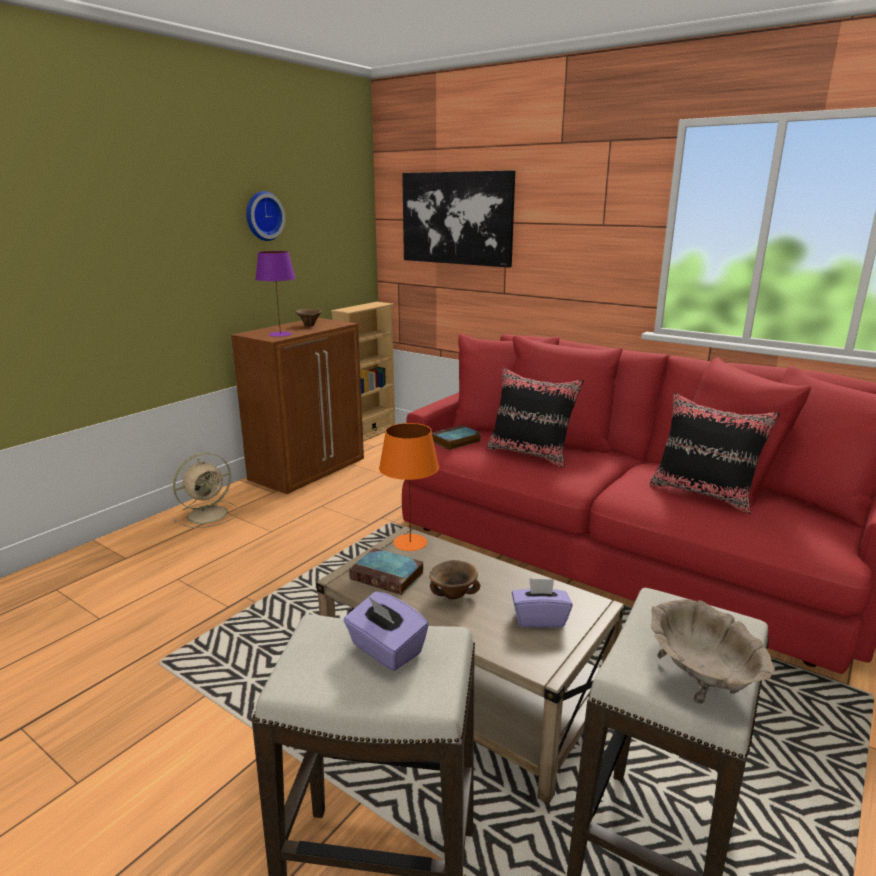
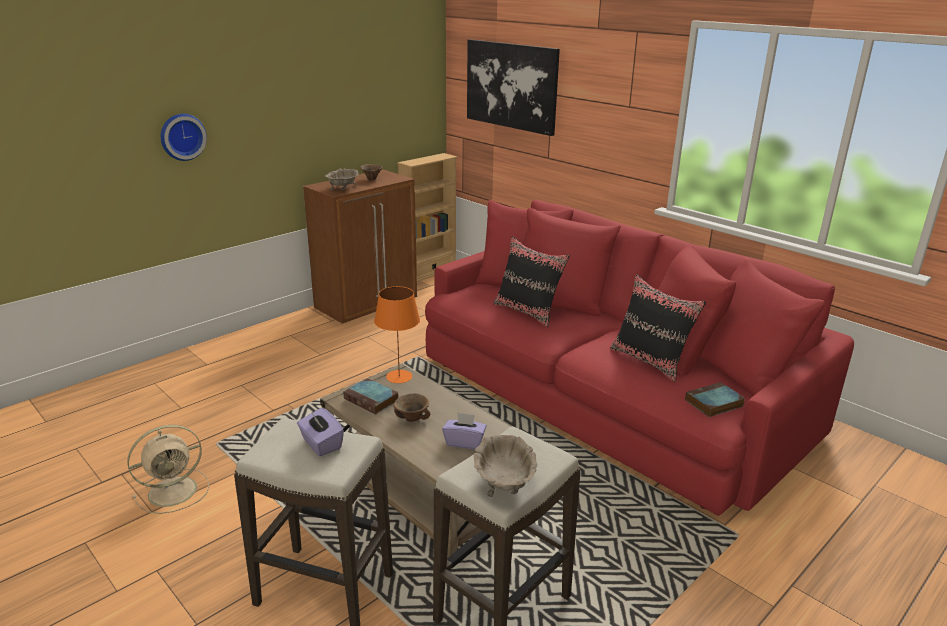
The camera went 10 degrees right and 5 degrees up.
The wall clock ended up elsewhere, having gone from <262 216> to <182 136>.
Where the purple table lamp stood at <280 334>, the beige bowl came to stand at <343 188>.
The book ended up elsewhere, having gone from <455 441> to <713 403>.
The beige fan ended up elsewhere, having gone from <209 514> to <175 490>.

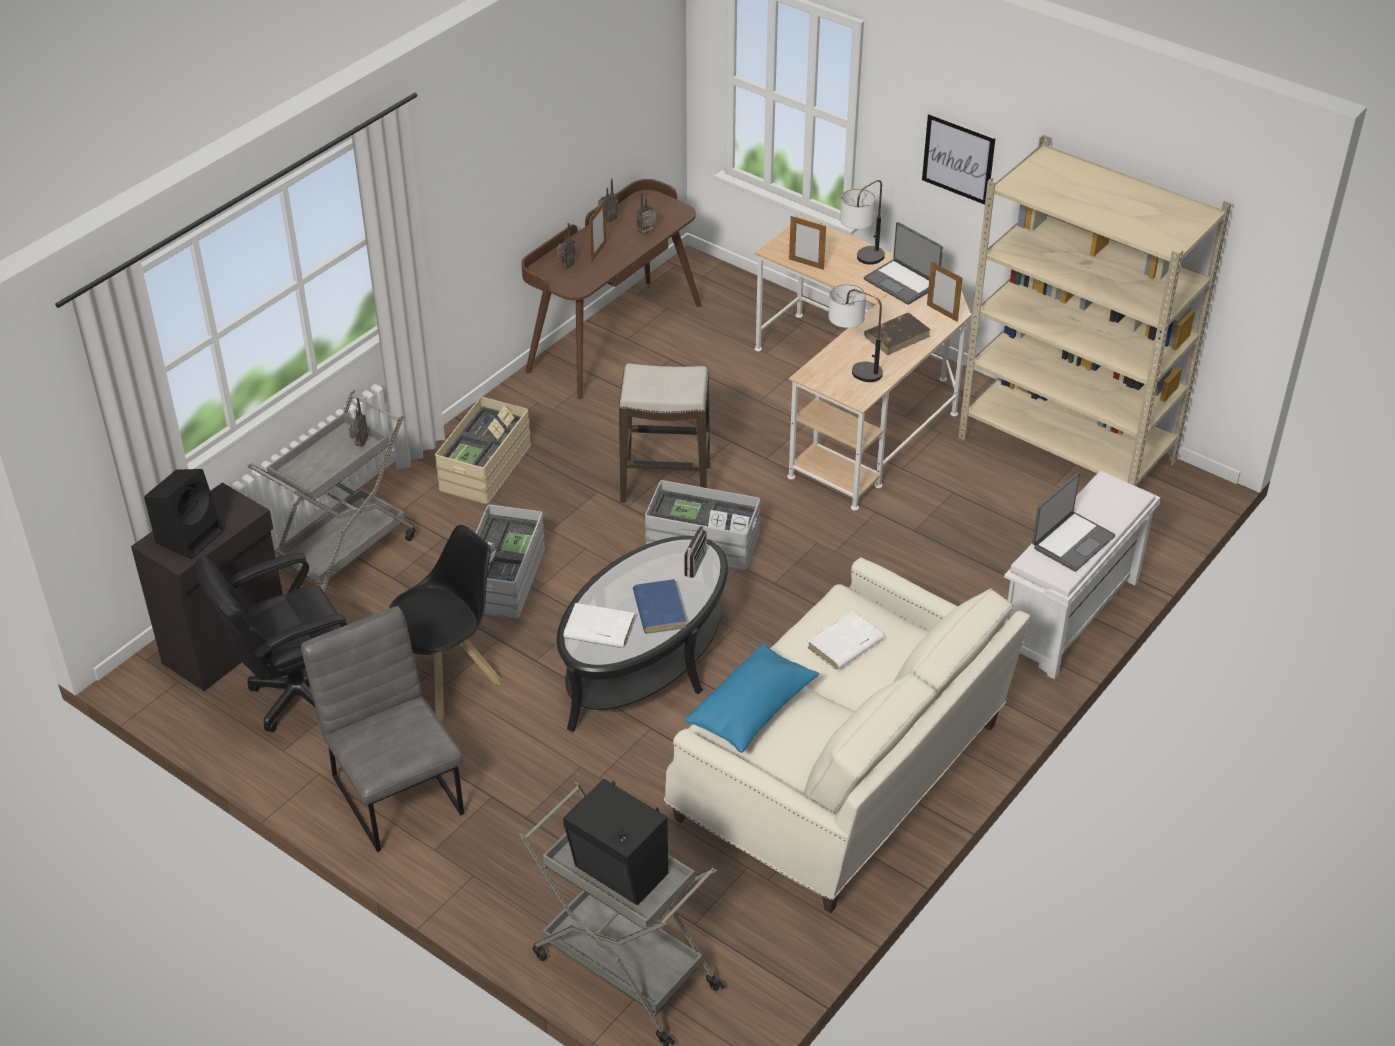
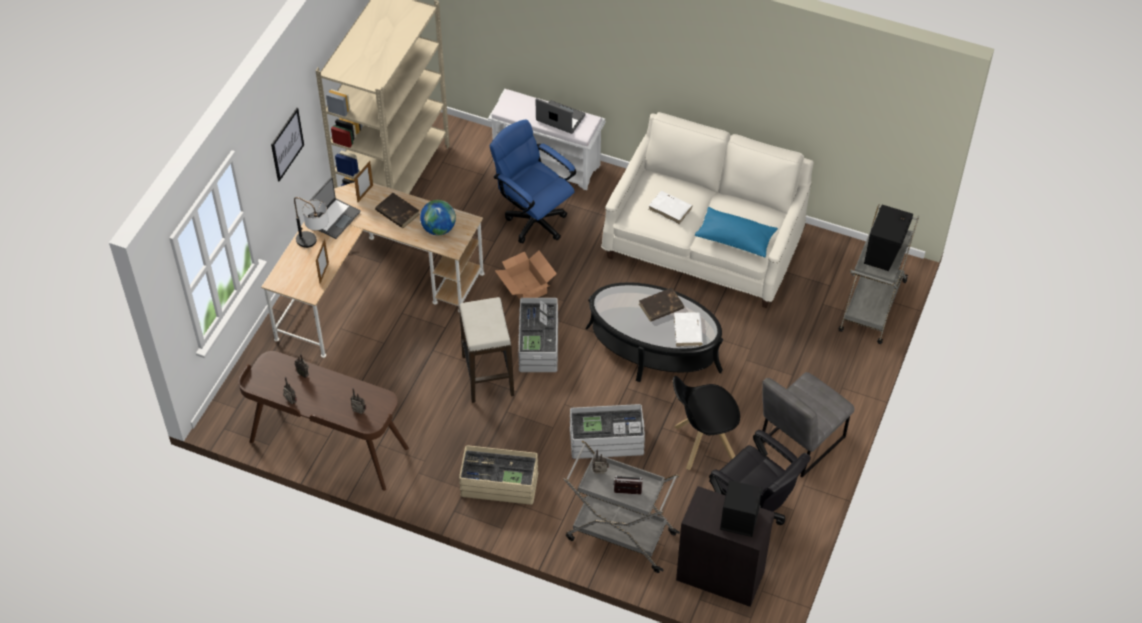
The camera went 105 degrees left and 10 degrees up.
The second view lost the picture frame at <598 252>.
Where the table lamp stood at <853 368>, the globe came to stand at <438 229>.
The black chair at <449 677> ended up facing another way, 45 degrees counterclockwise from before.
The radio ended up elsewhere, having gone from <690 563> to <627 494>.
What was the blue book at <659 609> turned into the brown book at <660 307>.
The second view gained the blue office chair at <533 222>.
The second view gained the cardboard box at <526 286>.

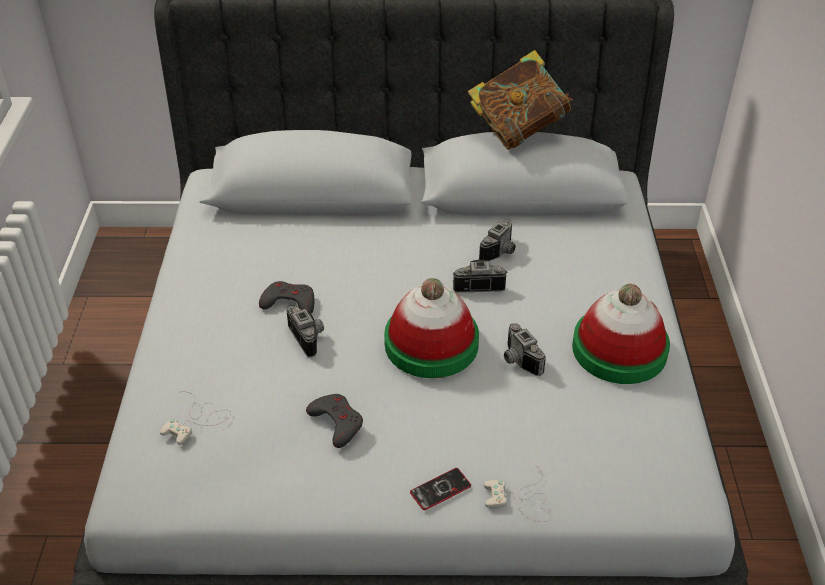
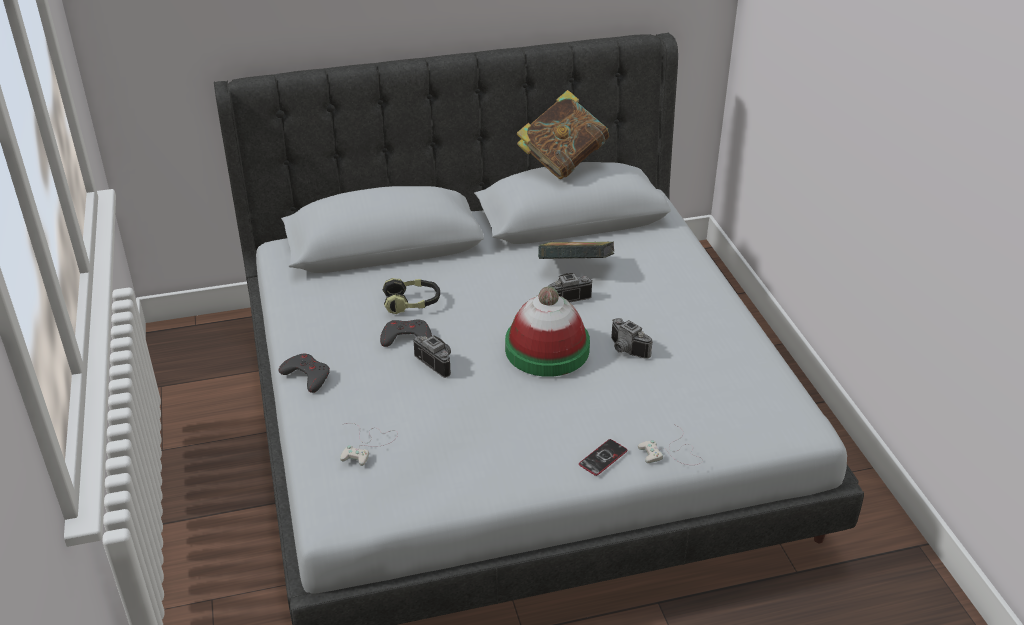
The camera went 15 degrees left and 5 degrees down.
Where the photo camera stood at <501 252>, the book came to stand at <575 268>.
The second view lost the hat at <619 349>.
The grey game controller ended up elsewhere, having gone from <337 422> to <307 376>.
The second view gained the headphones at <412 303>.

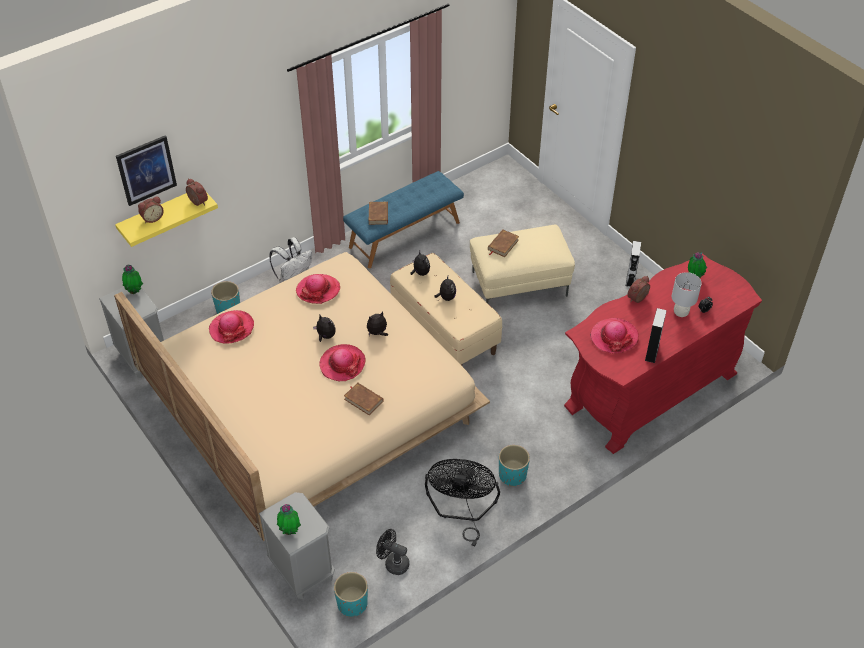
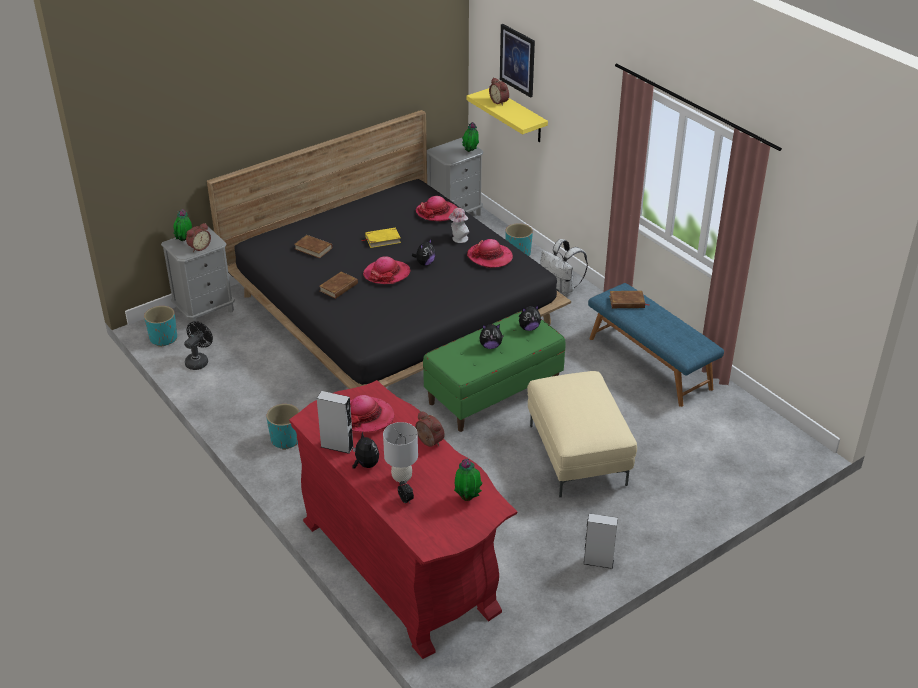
The camera went 90 degrees right and 10 degrees down.
The alarm clock ended up elsewhere, having gone from <197 202> to <199 247>.
The brown book ended up elsewhere, having gone from <502 245> to <313 248>.
What was the beige bed at <312 403> turned into the black bed at <394 308>.
What was the beige bench at <444 331> turned into the green bench at <493 393>.
The plush toy ended up elsewhere, having gone from <377 333> to <365 465>.
The second view lost the black fan at <462 510>.
The second view gained the hat at <458 239>.
The second view gained the yellow book at <382 239>.

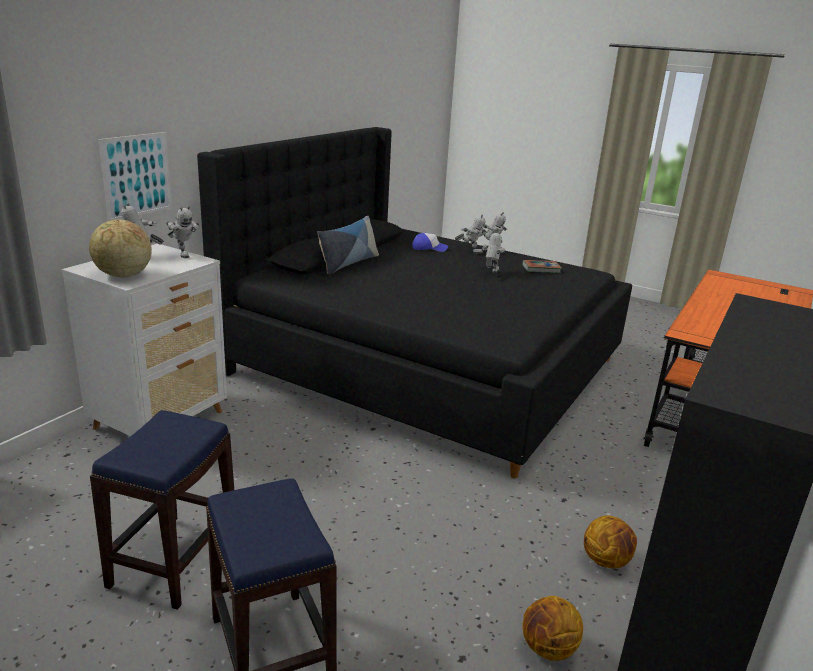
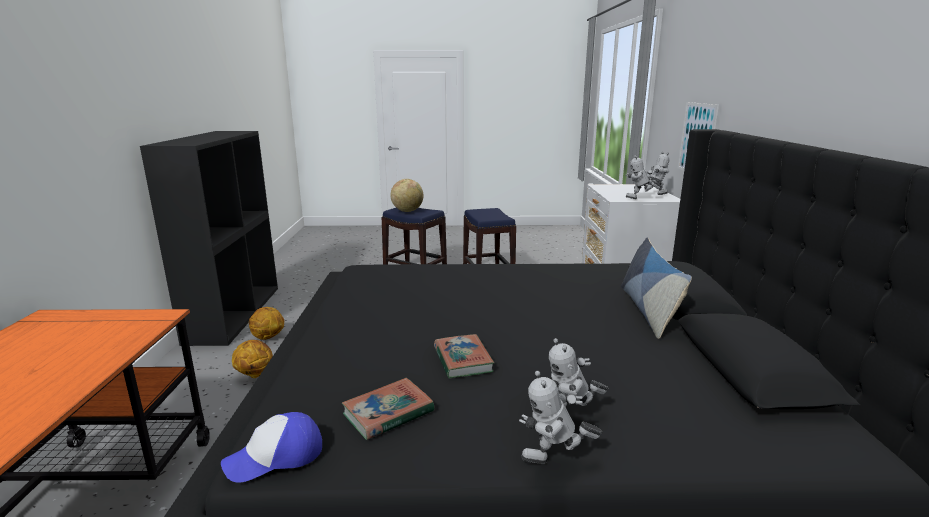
The camera went 150 degrees right and 5 degrees down.
The globe ended up elsewhere, having gone from <123 276> to <407 211>.
Where the toy robot stood at <490 273>, the book came to stand at <462 360>.
The cap ended up elsewhere, having gone from <429 248> to <276 457>.
The basketball ended up elsewhere, having gone from <548 649> to <255 374>.

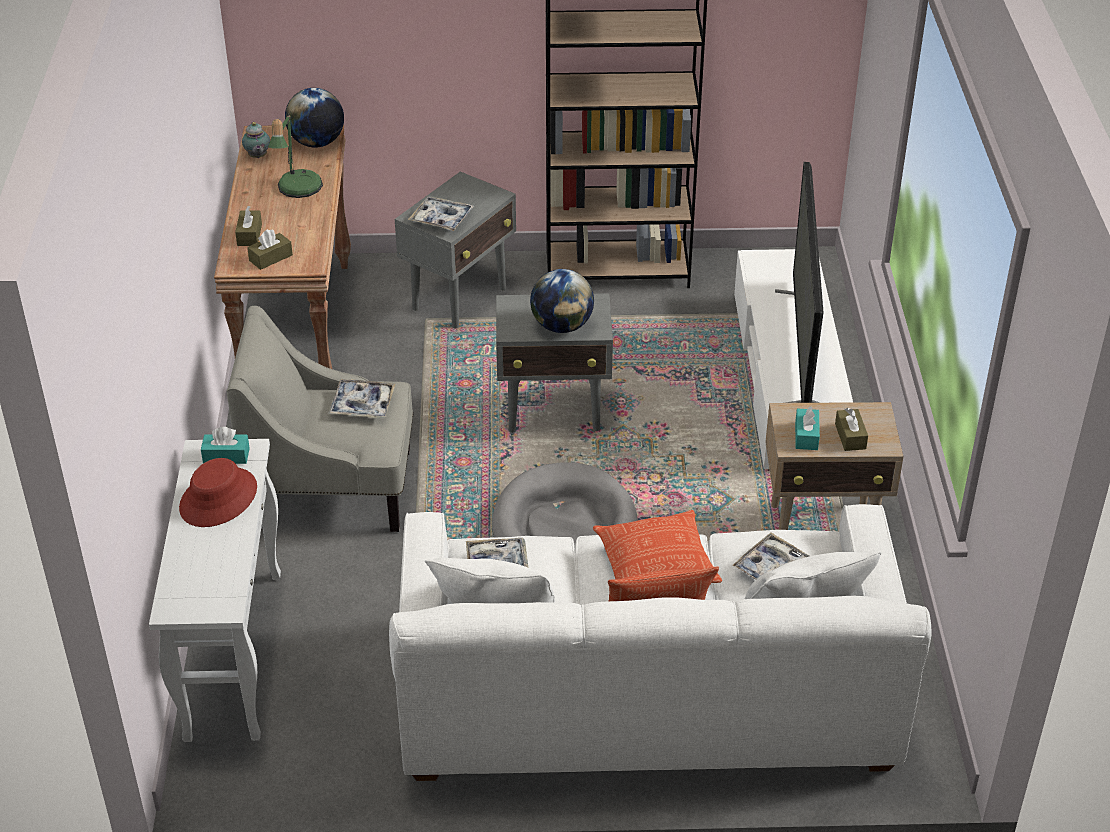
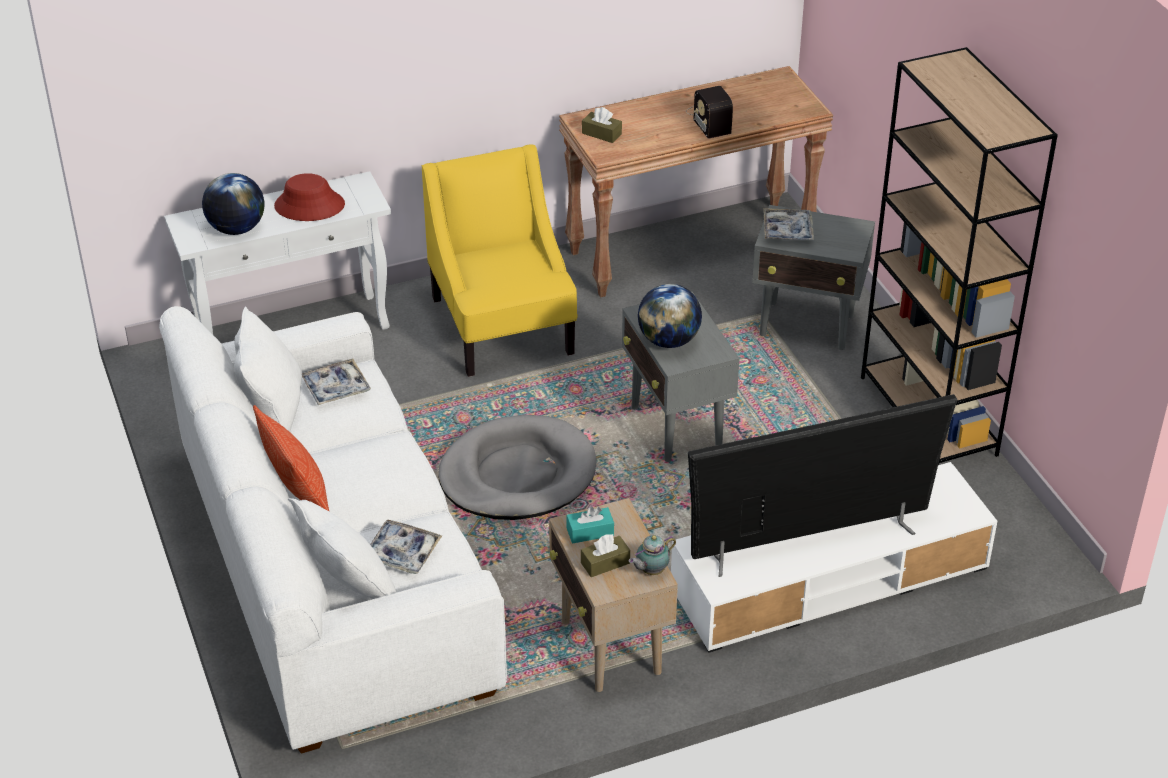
The camera went 70 degrees right and 0 degrees up.
The globe ended up elsewhere, having gone from <317 143> to <236 229>.
Where the table lamp stood at <297 190>, the radio came to stand at <709 119>.
The teapot ended up elsewhere, having gone from <257 157> to <651 571>.
The second view lost the brown tissue box at <249 235>.
What was the grey armchair at <334 488> turned into the yellow armchair at <503 327>.
The second view lost the tray at <362 404>.
The second view lost the turquoise tissue box at <226 456>.
The second view lost the orange pillow at <655 567>.

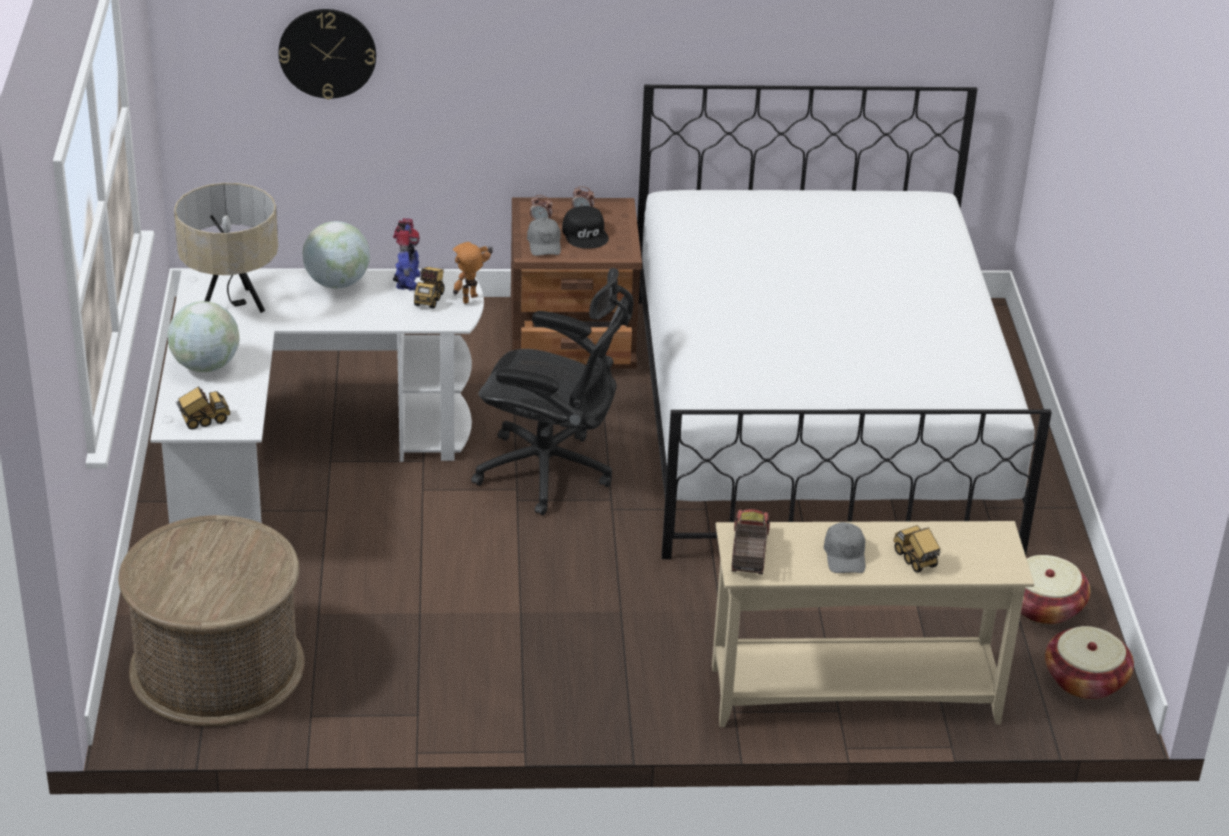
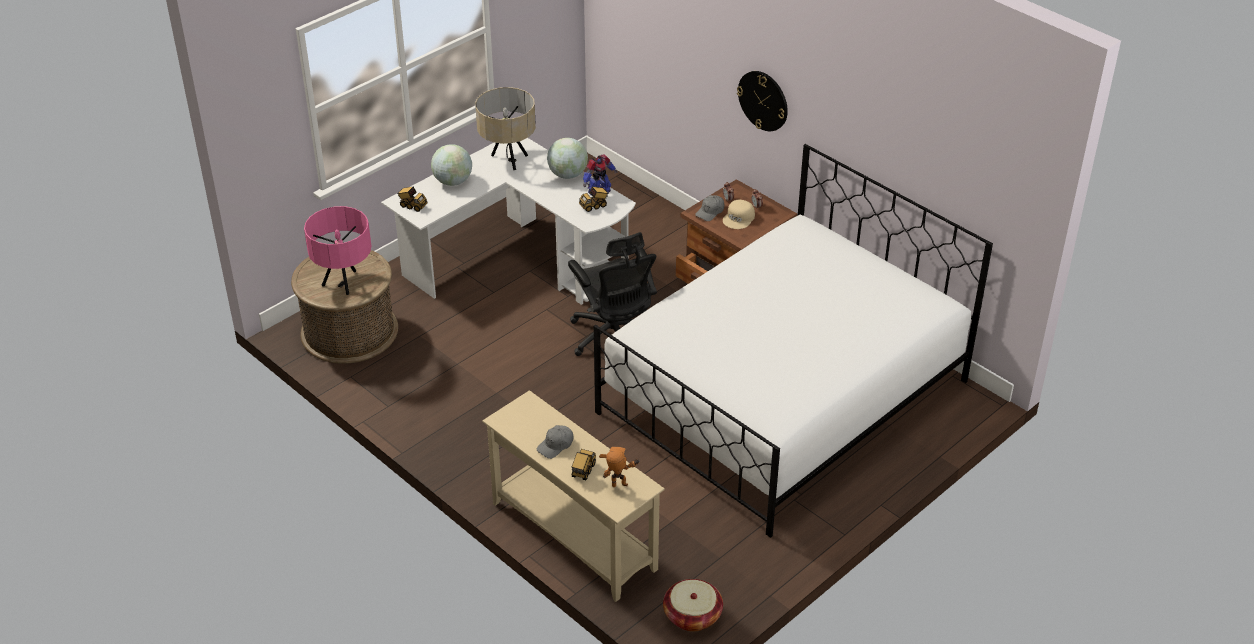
The camera went 50 degrees right and 5 degrees up.
The wall clock ended up elsewhere, having gone from <327 53> to <763 100>.
What was the black cap at <586 234> turned into the beige cap at <739 218>.
The toy robot ended up elsewhere, having gone from <473 300> to <620 487>.
The second view lost the toy truck at <748 554>.
The second view lost the basket at <1043 607>.
The second view gained the pink table lamp at <344 282>.

